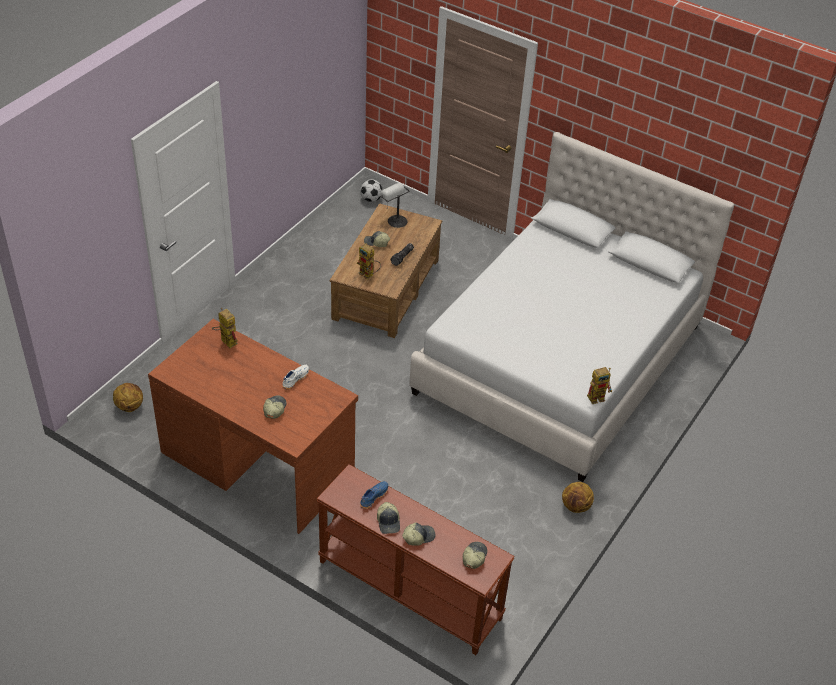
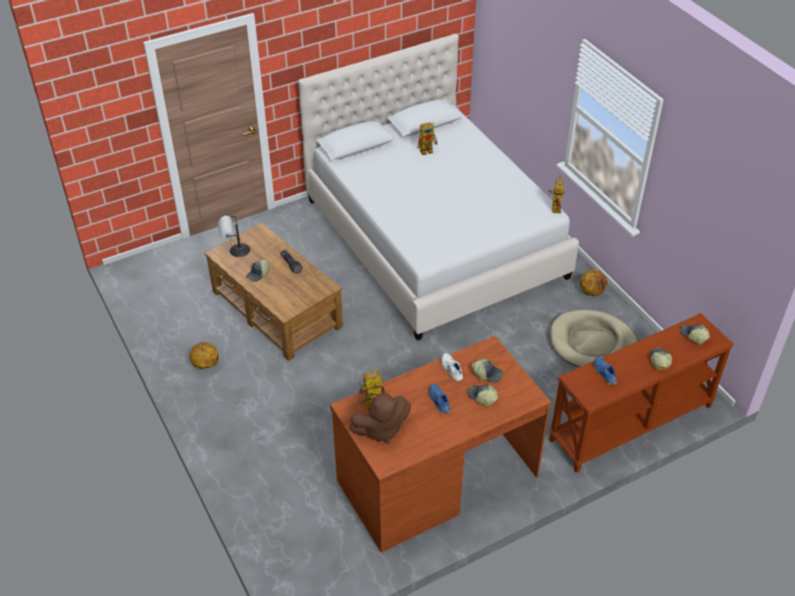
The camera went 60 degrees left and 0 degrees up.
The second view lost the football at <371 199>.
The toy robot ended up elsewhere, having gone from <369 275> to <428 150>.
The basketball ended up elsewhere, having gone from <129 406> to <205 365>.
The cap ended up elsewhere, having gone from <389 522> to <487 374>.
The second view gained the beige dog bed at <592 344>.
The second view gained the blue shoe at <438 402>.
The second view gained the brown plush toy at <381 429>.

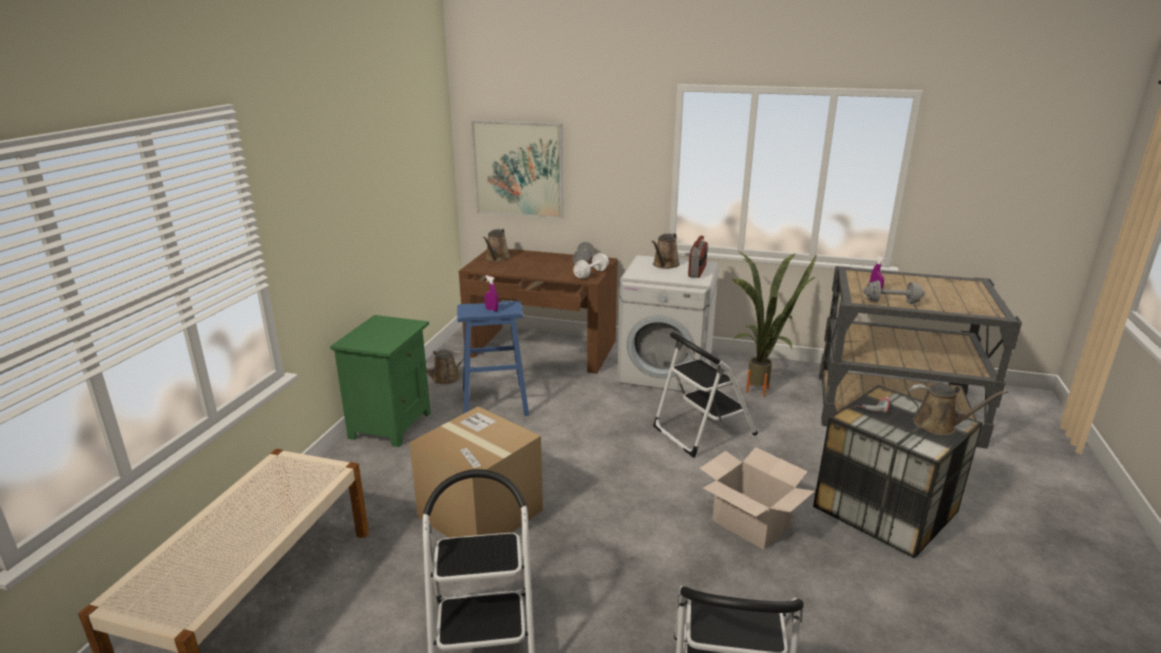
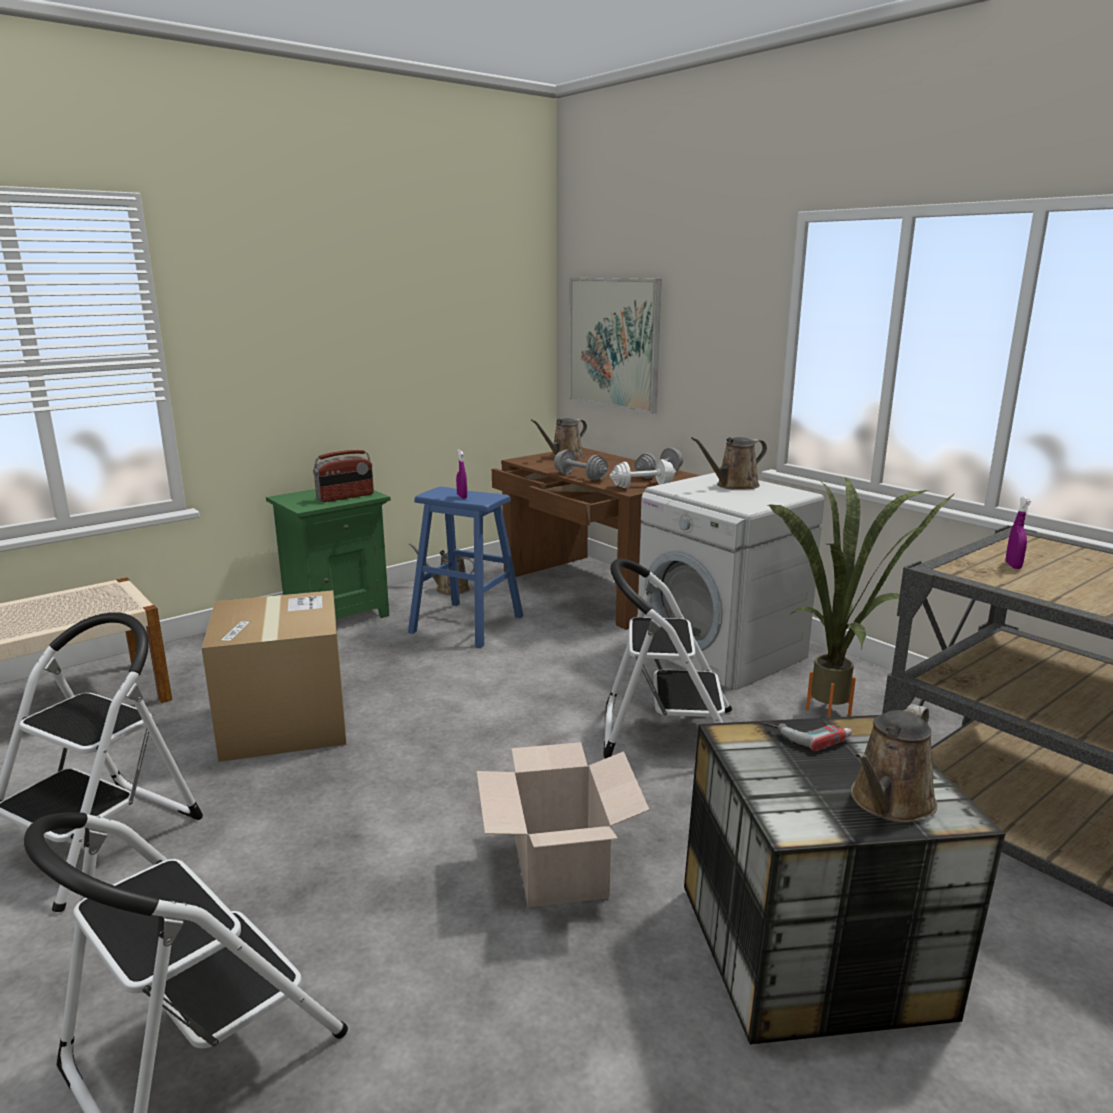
The camera went 35 degrees right and 5 degrees down.
The radio ended up elsewhere, having gone from <697 271> to <345 497>.
The grey dumbbell ended up elsewhere, having gone from <891 302> to <580 477>.
The brown watering can at <939 425> ended up facing another way, 75 degrees clockwise from before.

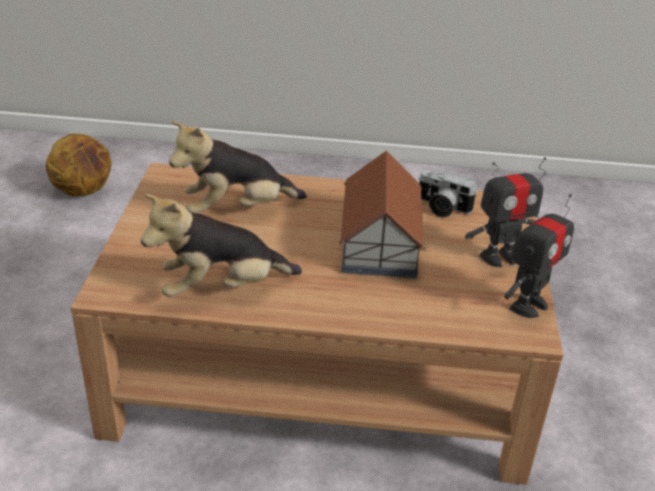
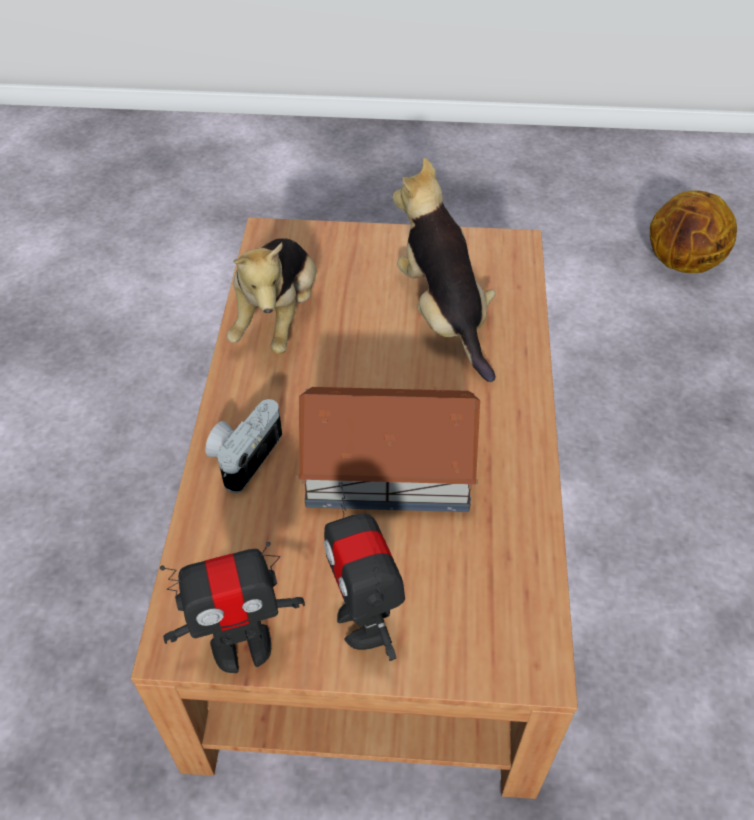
The camera went 90 degrees right and 15 degrees up.
The photo camera ended up elsewhere, having gone from <441 207> to <244 455>.
The plush toy at <221 288> ended up facing another way, 150 degrees counterclockwise from before.
The toy robot at <528 305> ended up facing another way, 60 degrees counterclockwise from before.

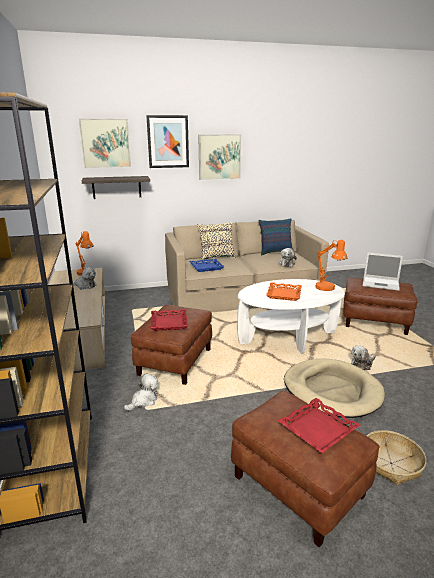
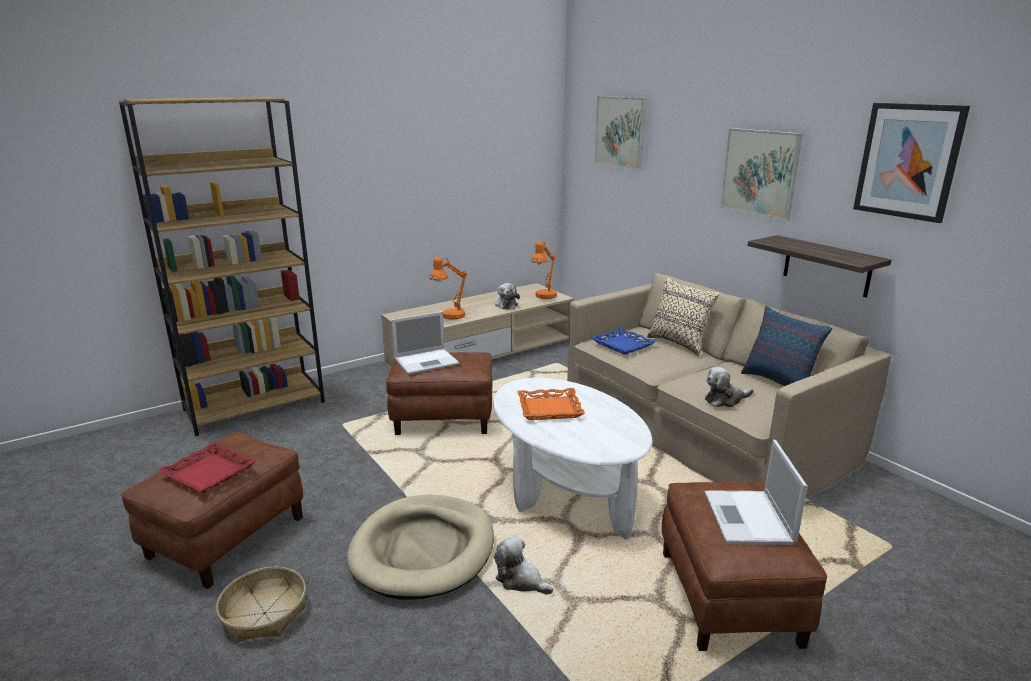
The camera went 70 degrees right and 0 degrees up.
The picture ended up elsewhere, having gone from <168 141> to <908 161>.
The shelf ended up elsewhere, having gone from <116 187> to <826 266>.
The orange table lamp ended up elsewhere, having gone from <328 289> to <449 317>.
Where the red tray stood at <168 323>, the laptop came to stand at <427 361>.
The second view lost the plush toy at <144 401>.

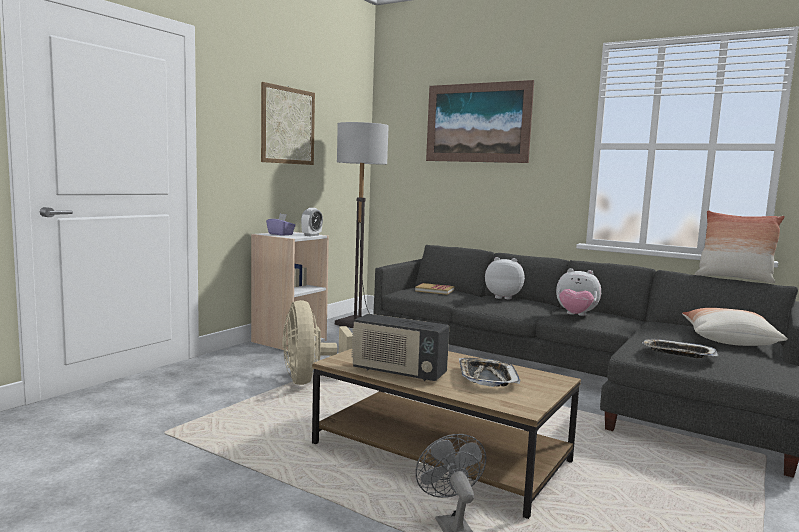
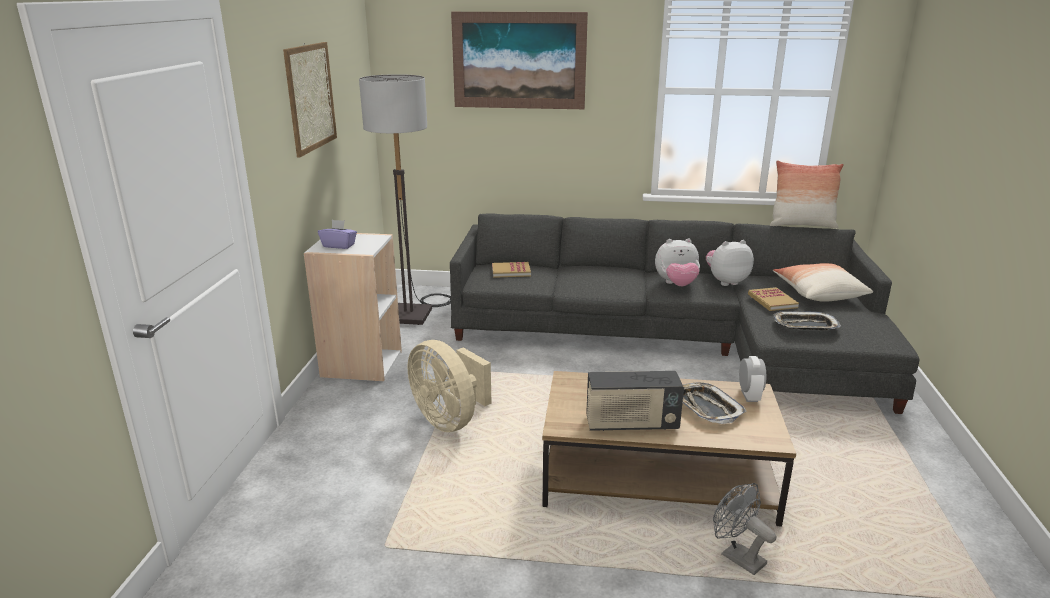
The camera went 25 degrees left and 15 degrees up.
The alarm clock ended up elsewhere, having gone from <311 235> to <749 396>.
The plush toy ended up elsewhere, having gone from <503 297> to <726 281>.
The second view gained the book at <772 301>.

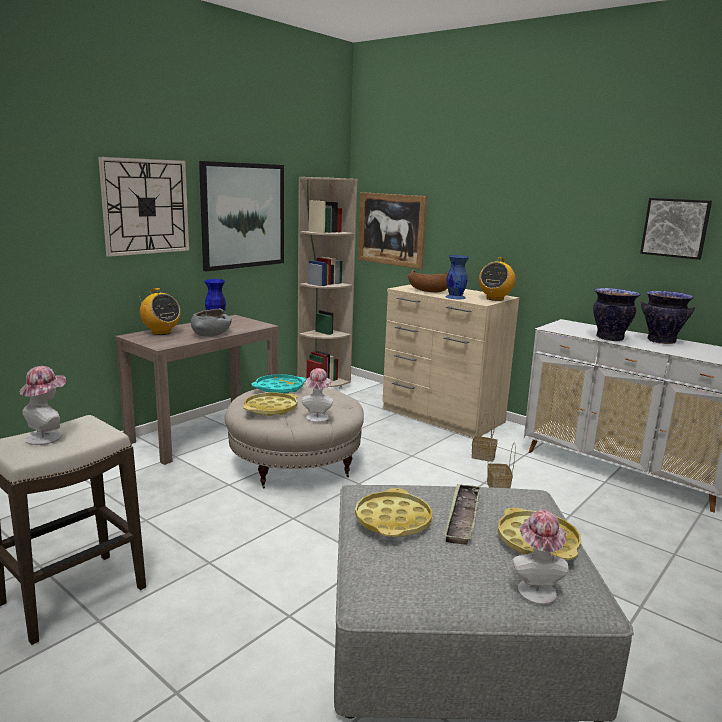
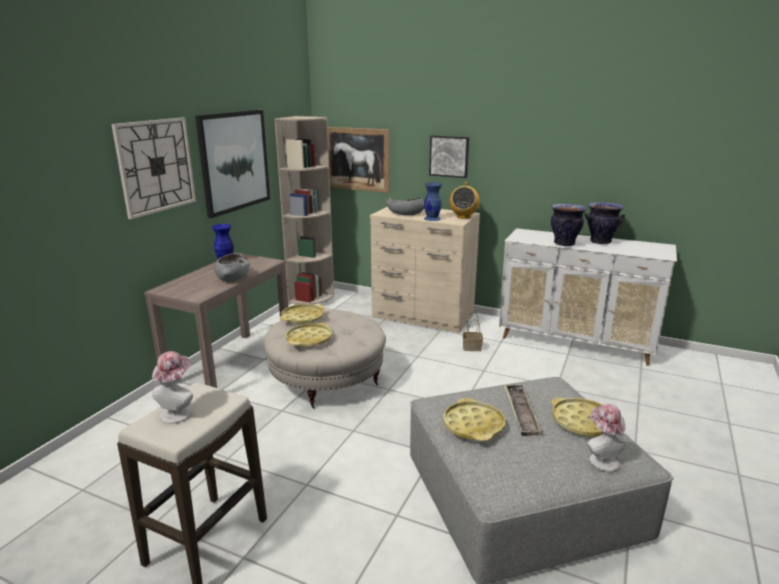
The camera went 15 degrees left and 5 degrees up.
The picture ended up elsewhere, having gone from <675 228> to <449 156>.
What was the brown bowl at <428 290> turned into the grey bowl at <405 214>.
The second view lost the radio at <161 332>.
The second view lost the hat at <317 416>.
What was the turquoise tray at <279 388> turned into the yellow tray at <302 318>.
The second view lost the basket at <497 486>.

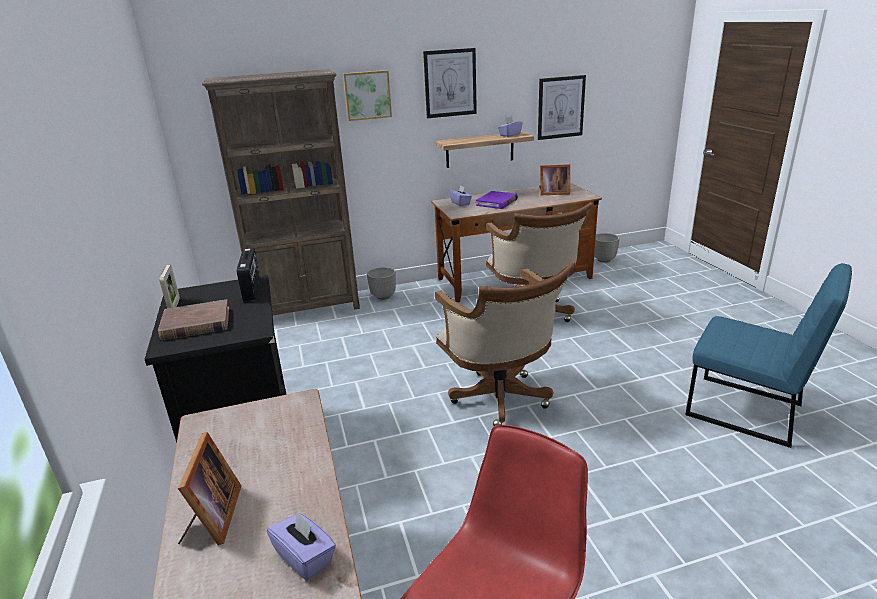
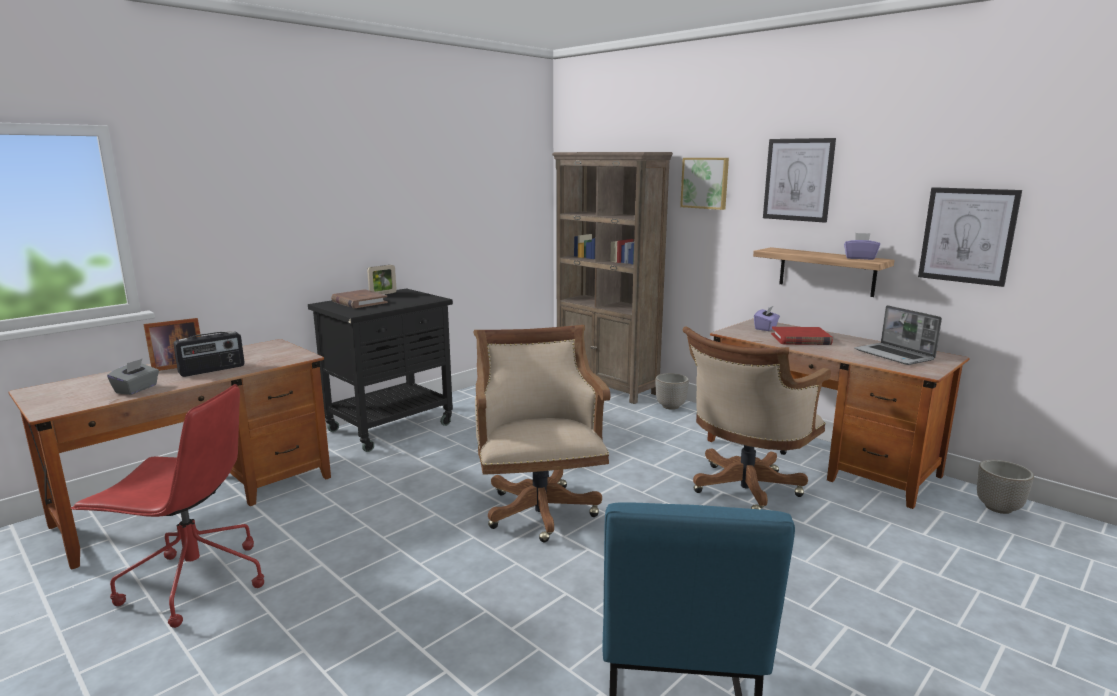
The camera went 60 degrees right and 10 degrees down.
Where the picture frame stood at <552 193>, the laptop came to stand at <894 355>.
What was the purple book at <497 202> turned into the red book at <800 339>.
The radio ended up elsewhere, having gone from <252 289> to <212 370>.
The office chair at <502 400> ended up facing another way, 135 degrees clockwise from before.
What was the purple tissue box at <305 557> turned into the grey tissue box at <137 389>.

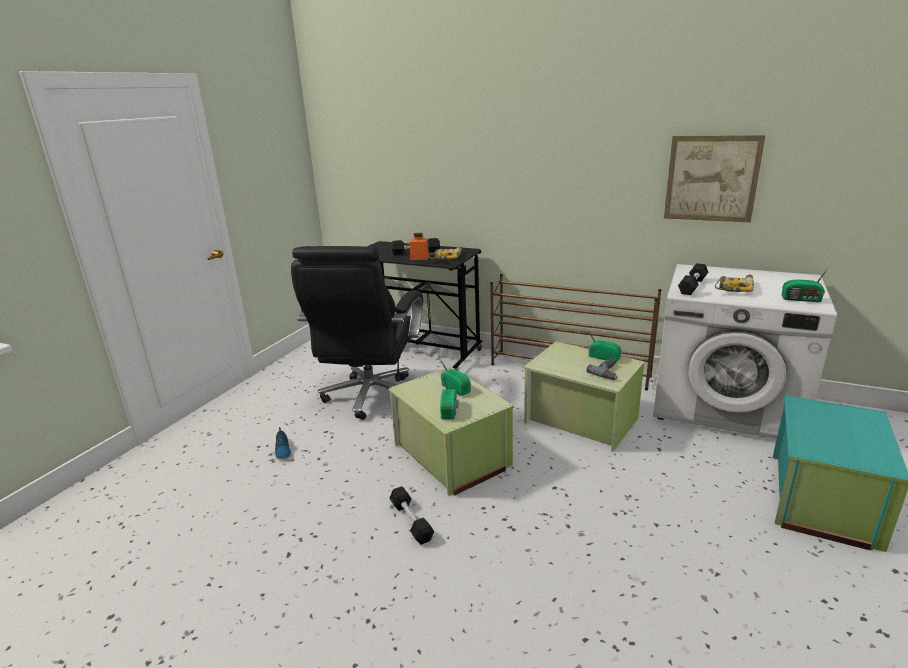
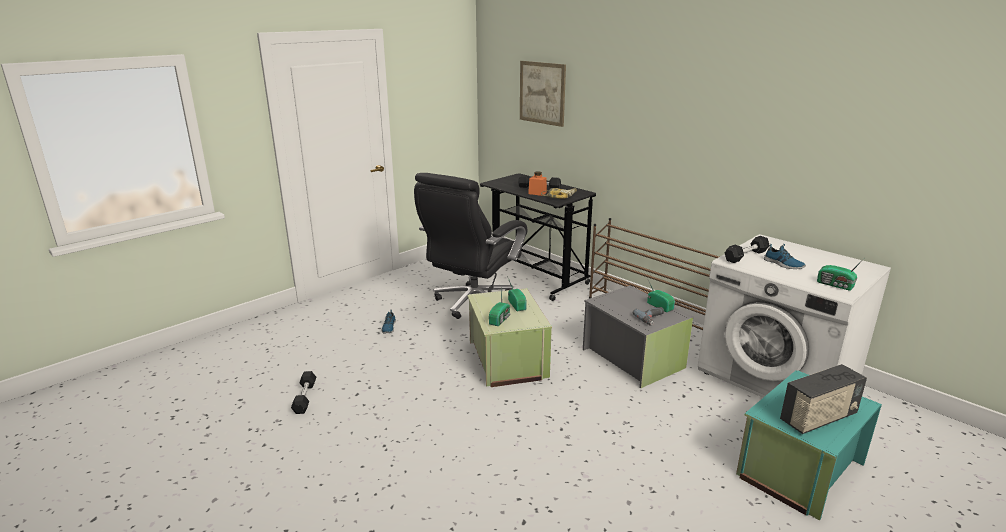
The camera went 20 degrees right and 0 degrees up.
The picture ended up elsewhere, having gone from <711 178> to <542 93>.
Where the power drill stood at <734 288>, the shoe came to stand at <783 264>.
What was the green storage box at <581 419> turned into the grey storage box at <633 358>.
The black dumbbell ended up elsewhere, having gone from <411 521> to <305 397>.
The second view gained the radio at <818 418>.

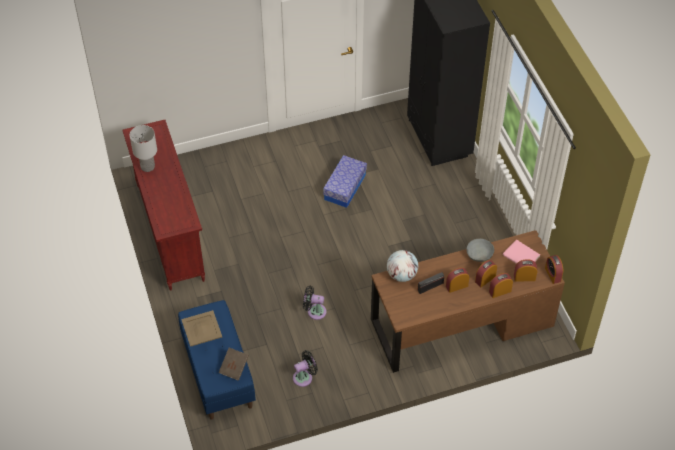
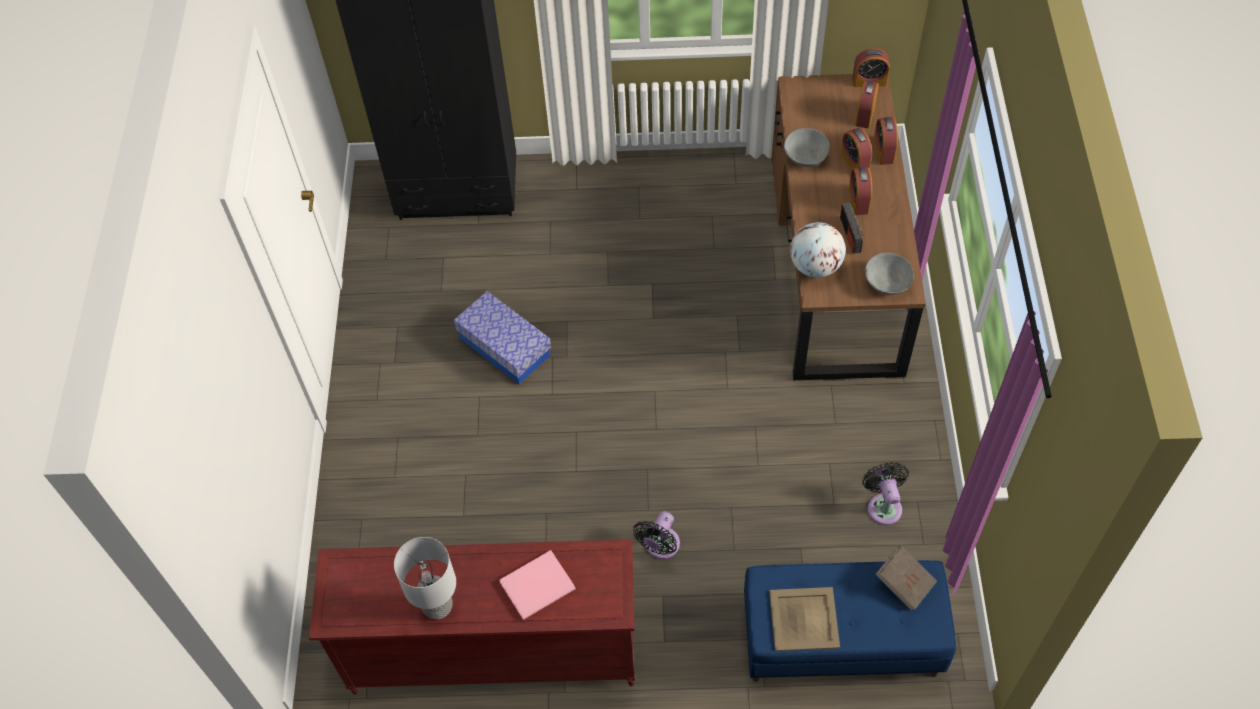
The camera went 70 degrees left and 5 degrees up.
The pink book ended up elsewhere, having gone from <521 257> to <540 586>.
The black fan ended up elsewhere, having gone from <314 311> to <660 546>.
The second view gained the grey bowl at <886 282>.

